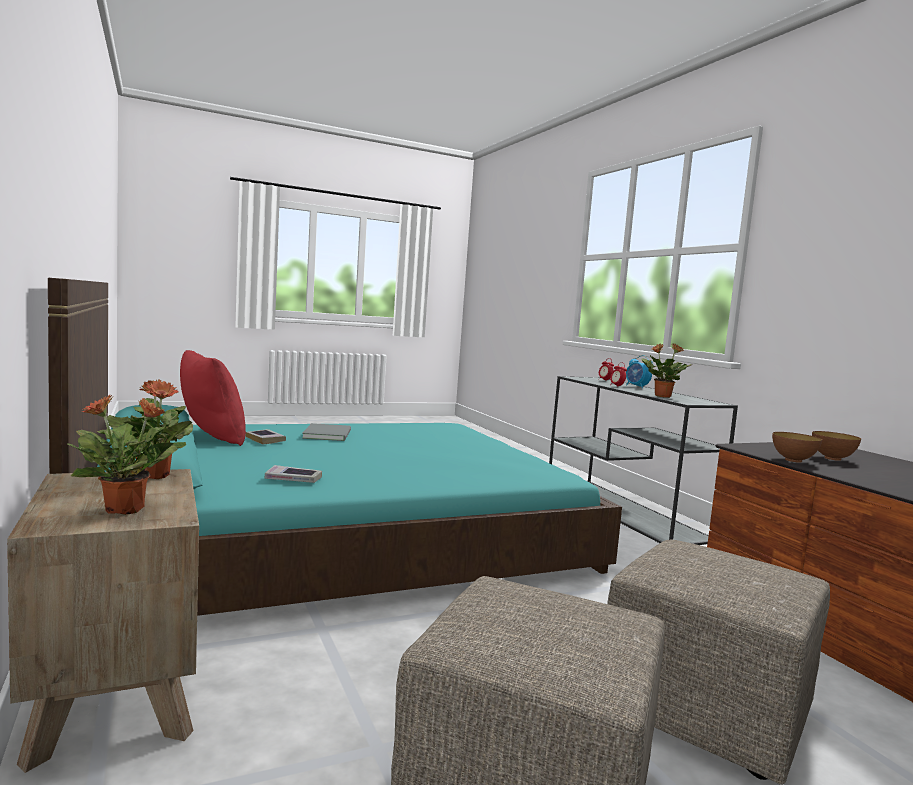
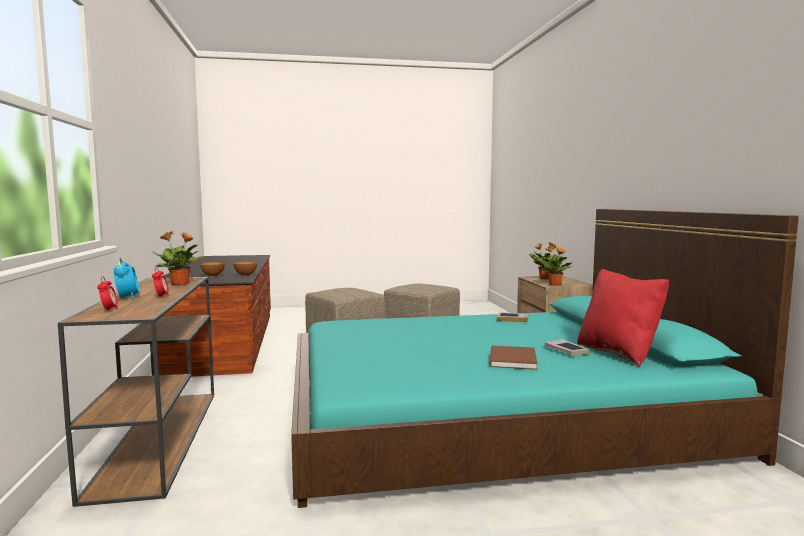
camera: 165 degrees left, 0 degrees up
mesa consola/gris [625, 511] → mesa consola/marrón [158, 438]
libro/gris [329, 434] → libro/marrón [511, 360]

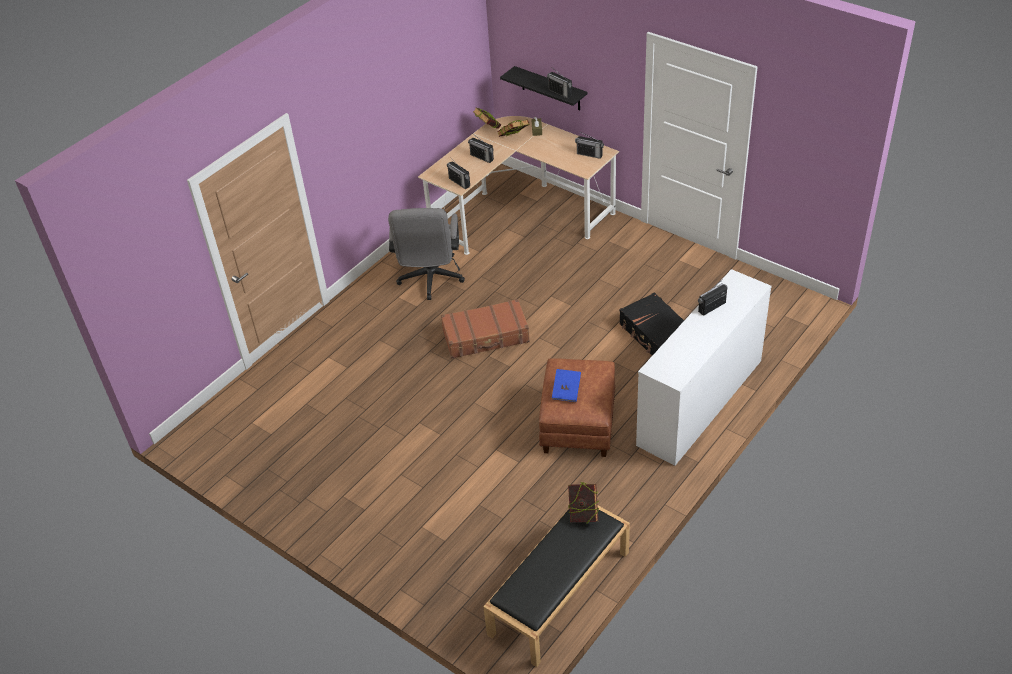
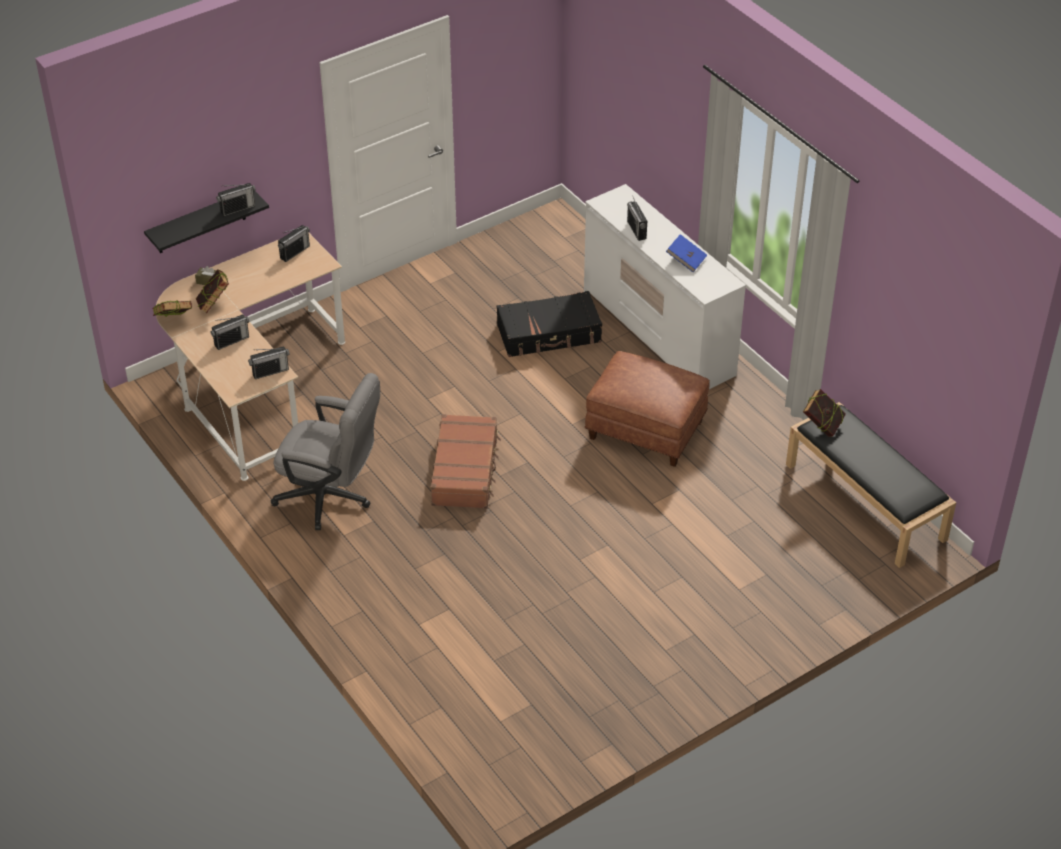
camera: 75 degrees left, 0 degrees up
libro/azul [566, 391] → libro/azul [686, 260], relocated

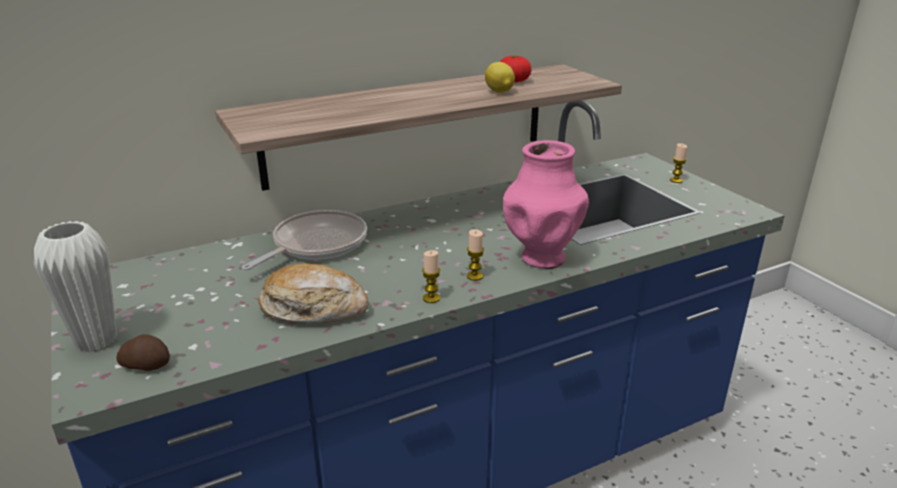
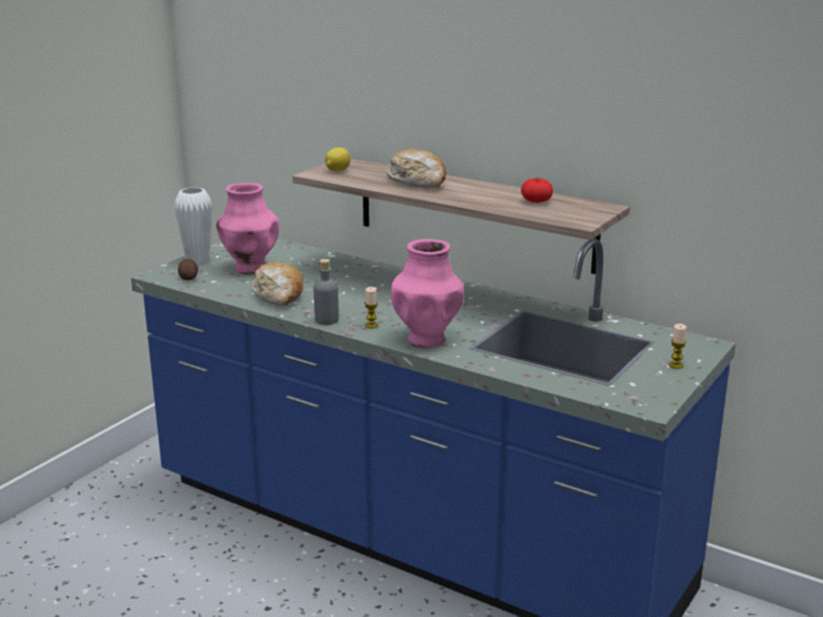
camera: 60 degrees right, 5 degrees down
- → florero/rosa [250, 269]
vela [431, 298] → botella/gris [326, 320]
limón [499, 92] → limón [337, 171], relocated
- → pan [418, 181]
sartén [316, 245] → -

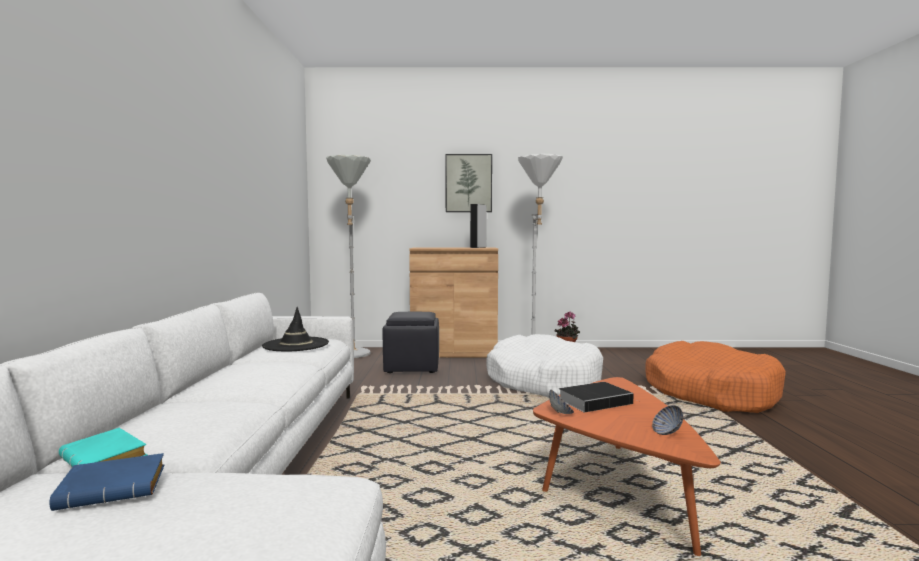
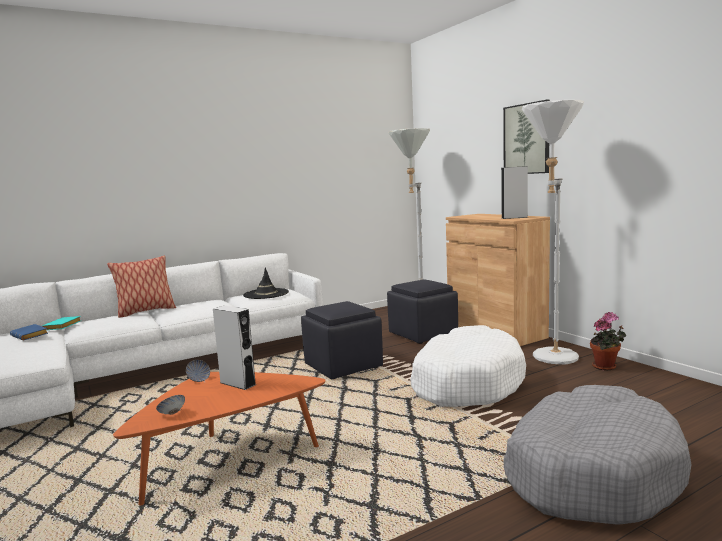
camera: 60 degrees right, 5 degrees up
- → cojín [145, 312]
libro [596, 401] → altavoz/gris [237, 383]
- → puf/negro [343, 366]
cama para perro/naranja [710, 392] → cama para perro/gris [590, 472]

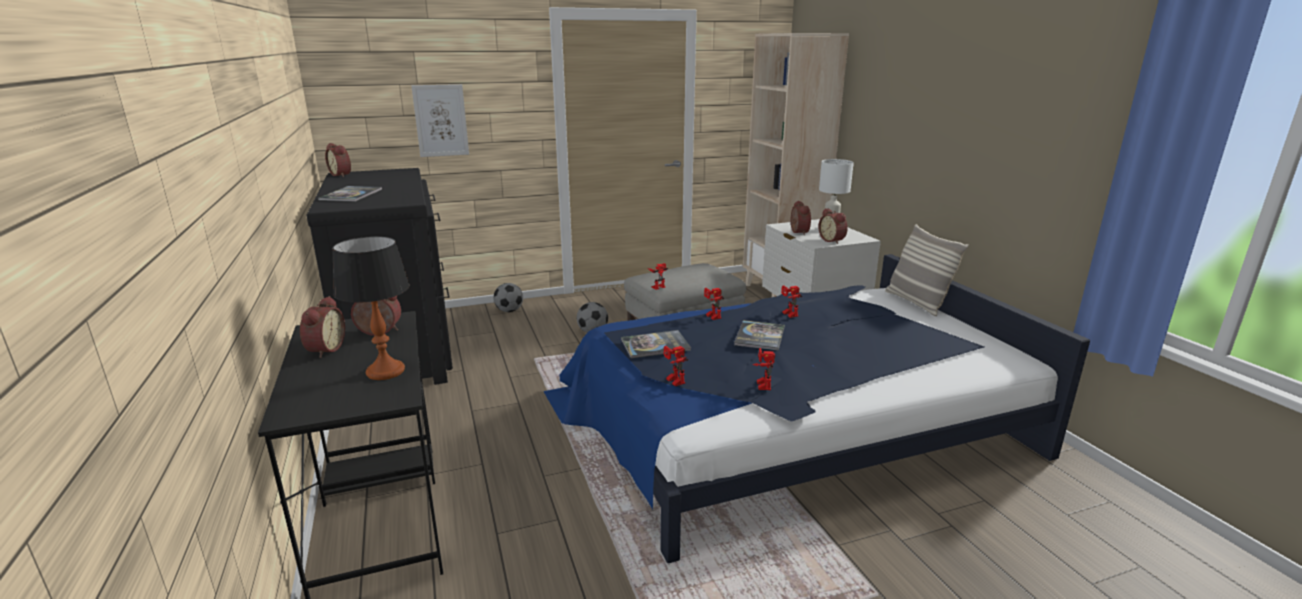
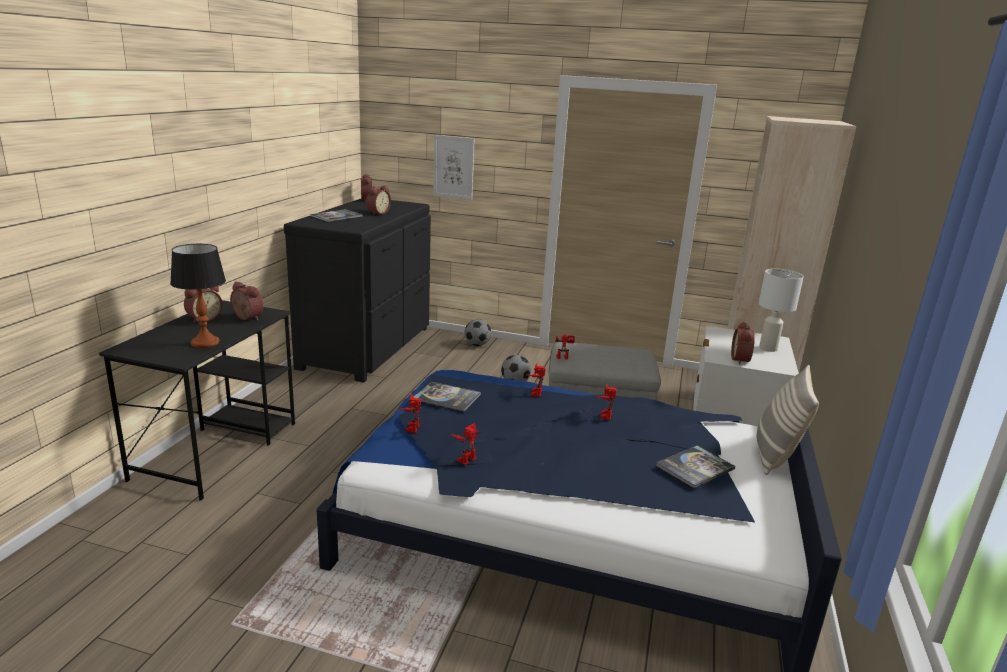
camera: 35 degrees right, 0 degrees up
despertador [797, 232] → despertador [377, 213], relocated
libro [759, 336] → libro [695, 467], relocated

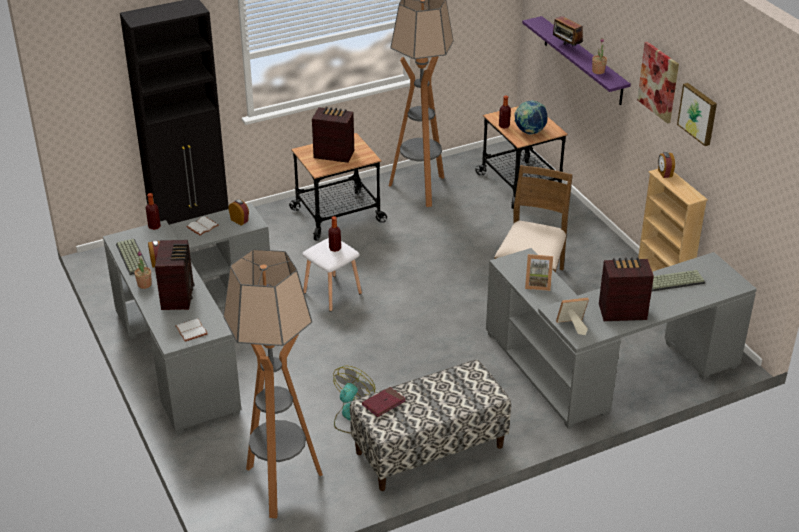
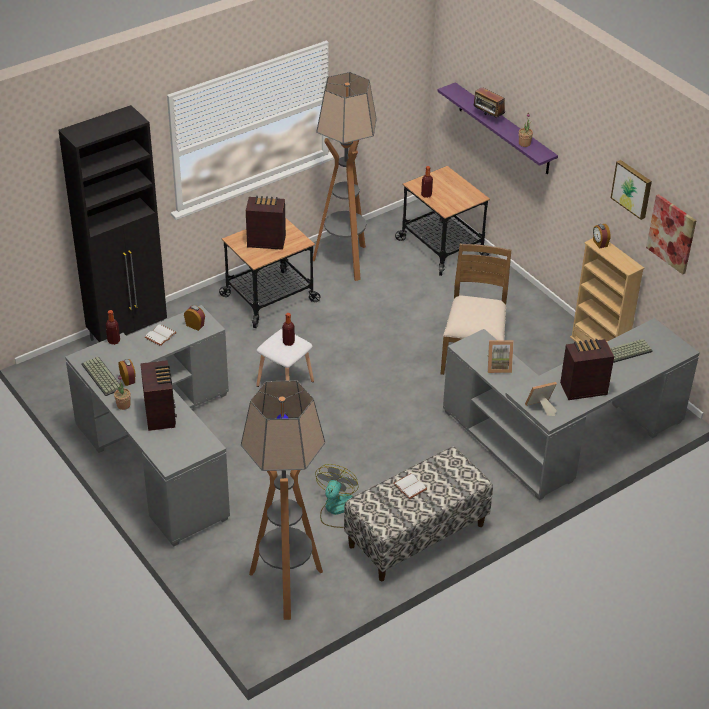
camera: 10 degrees left, 5 degrees up
libro/blanco [192, 330] → libro/blanco [411, 486], relocated
cuadro [658, 82] → cuadro [672, 233], relocated
libro/rojo [383, 403] → -
globo terráqueo [529, 132] → -

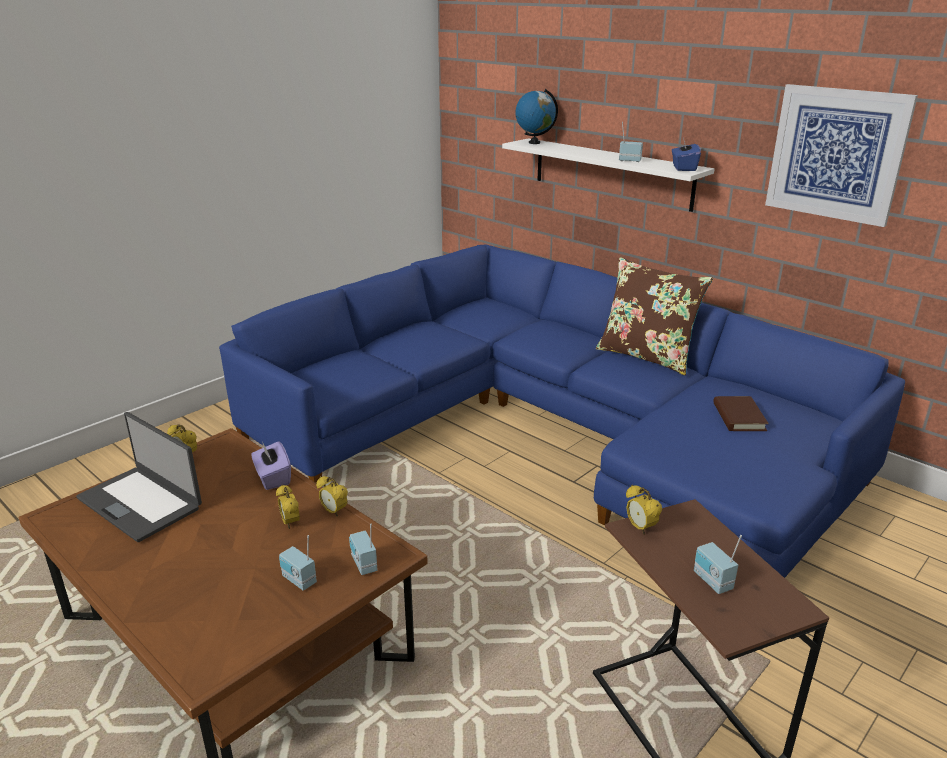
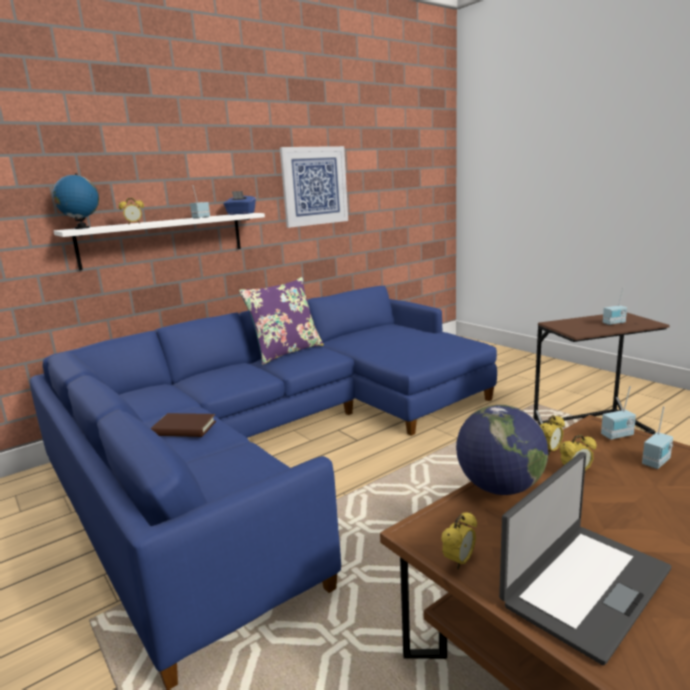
camera: 80 degrees left, 10 degrees down
despertador [640, 528] → despertador [134, 224], relocated
libro/marrón [739, 417] → libro/marrón [184, 429], relocated
cojín/marrón [647, 356] → cojín/morado [286, 352]
caja de pañuelos/morado [273, 478] → globo terráqueo [499, 488]

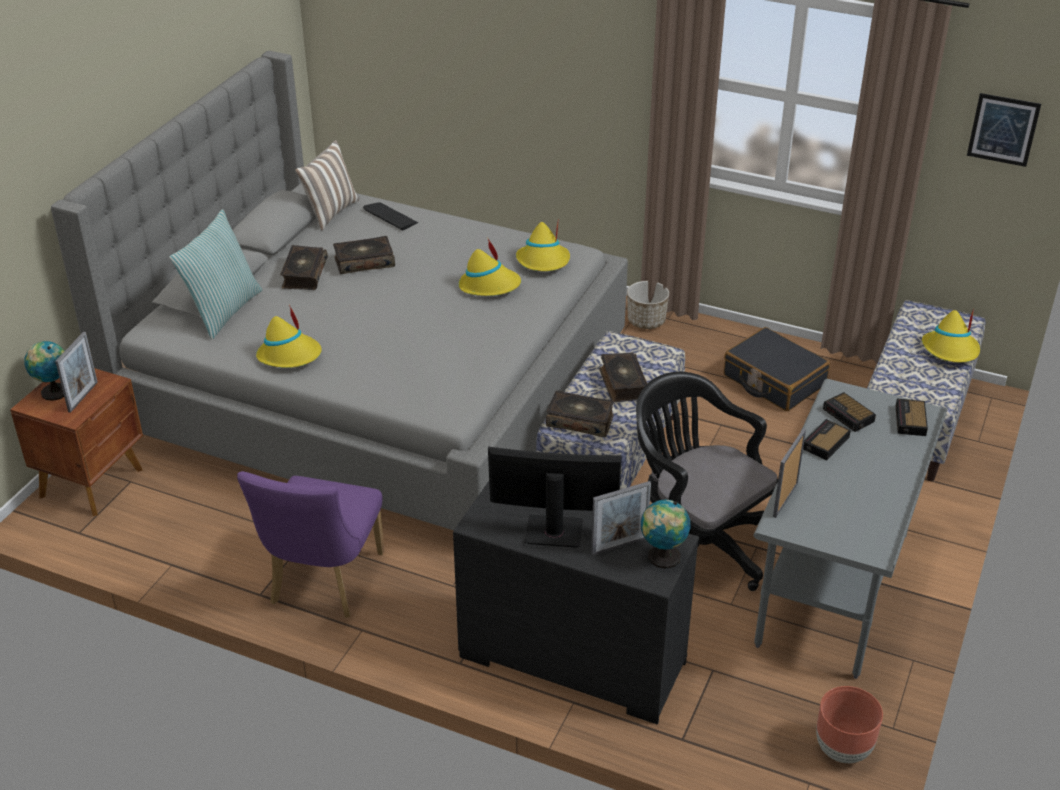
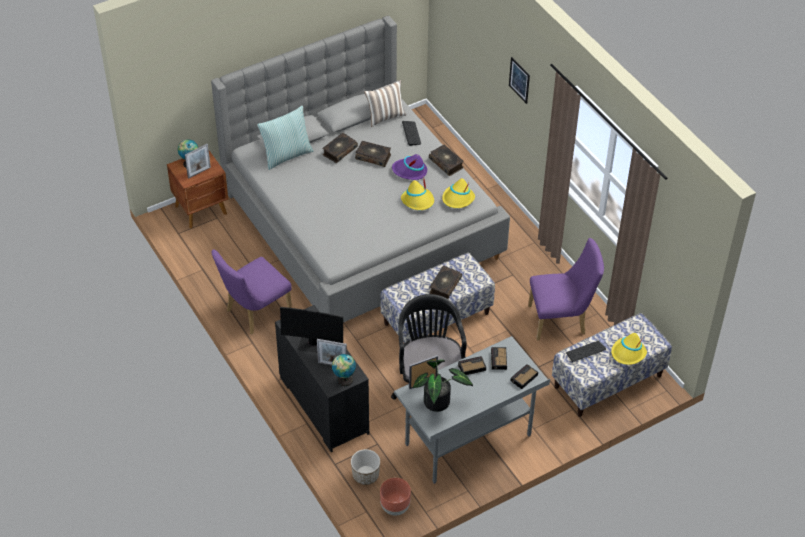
camera: 35 degrees right, 10 degrees up
monitor [553, 532] → monitor [313, 344], 150 degrees clockwise
maceta [646, 321] → maceta [365, 475], relocated
- → sombrero/morado [409, 171]
- → planta en maceta [439, 403]
libro [580, 420] → libro [446, 163], relocated
cuadro [1003, 129] → cuadro [519, 80], relocated
maleta/negro [773, 381] → silla/morado [561, 320]
- → teclado [585, 351]
sombrero/amarillo [290, 355] → -

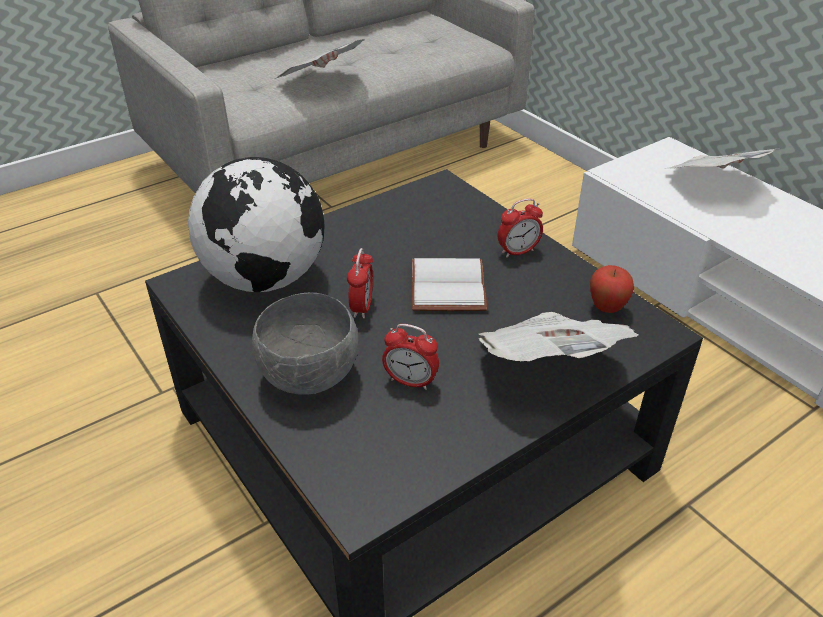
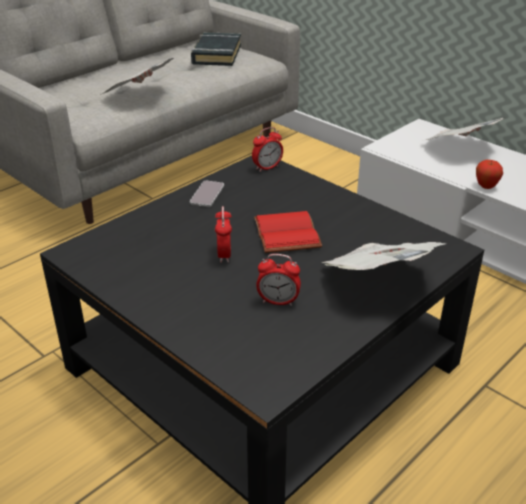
camera: 10 degrees left, 5 degrees down
- → móvil [207, 194]
- → libro/negro [216, 54]
despertador [518, 252] → despertador [267, 168], relocated
libro/blanco [450, 287] → libro/rojo [289, 234]
manzana [606, 308] → manzana [486, 187], relocated
globo terráqueo [266, 278] → -
cuenco/gris [311, 377] → -

